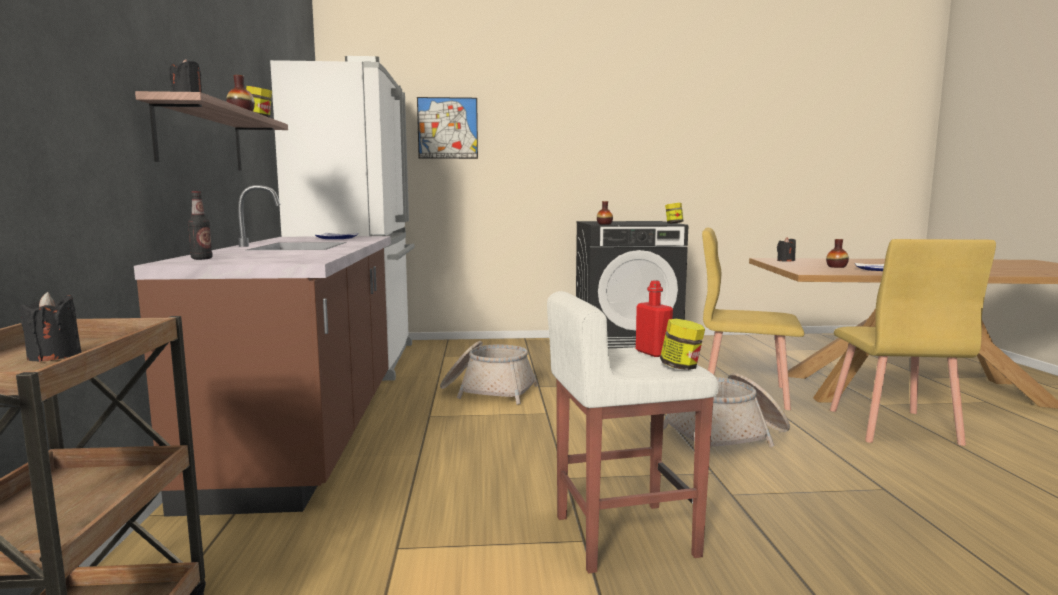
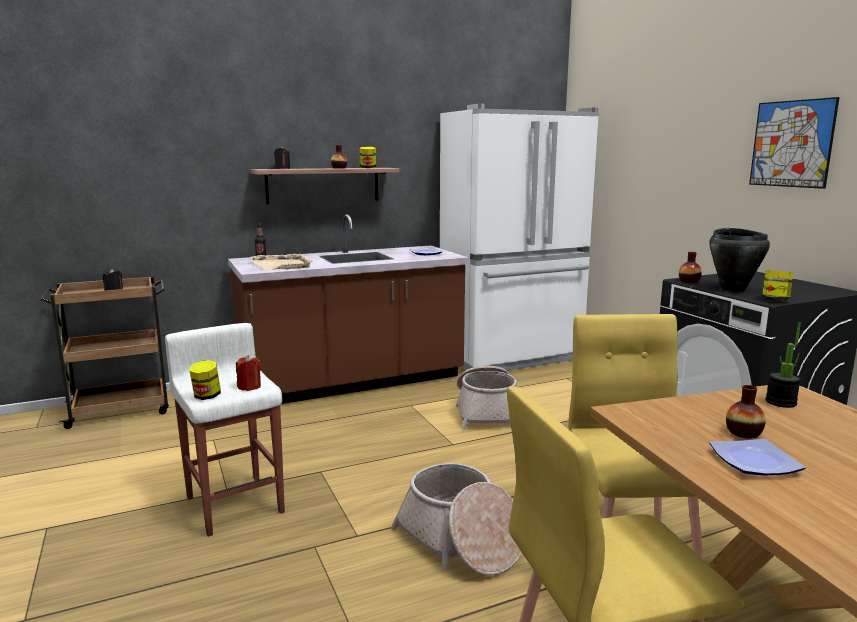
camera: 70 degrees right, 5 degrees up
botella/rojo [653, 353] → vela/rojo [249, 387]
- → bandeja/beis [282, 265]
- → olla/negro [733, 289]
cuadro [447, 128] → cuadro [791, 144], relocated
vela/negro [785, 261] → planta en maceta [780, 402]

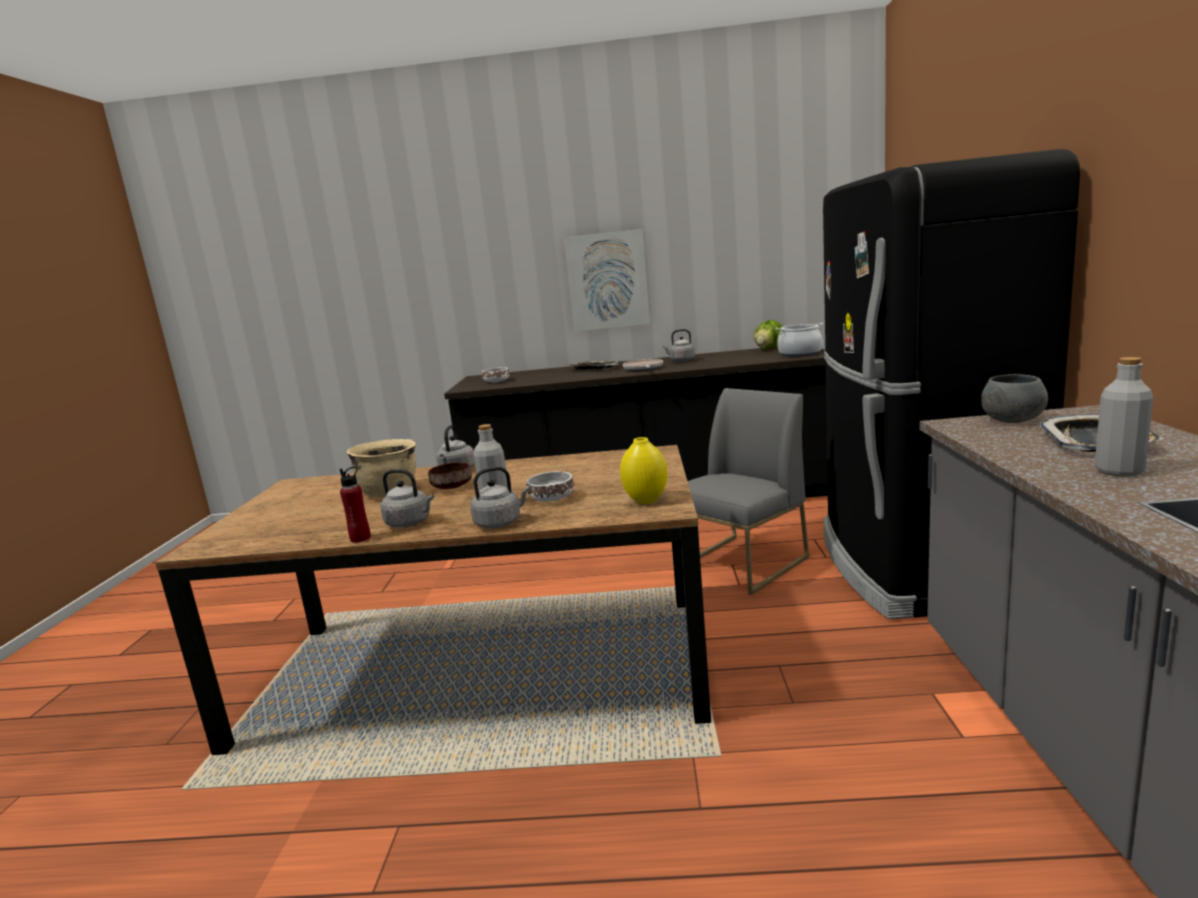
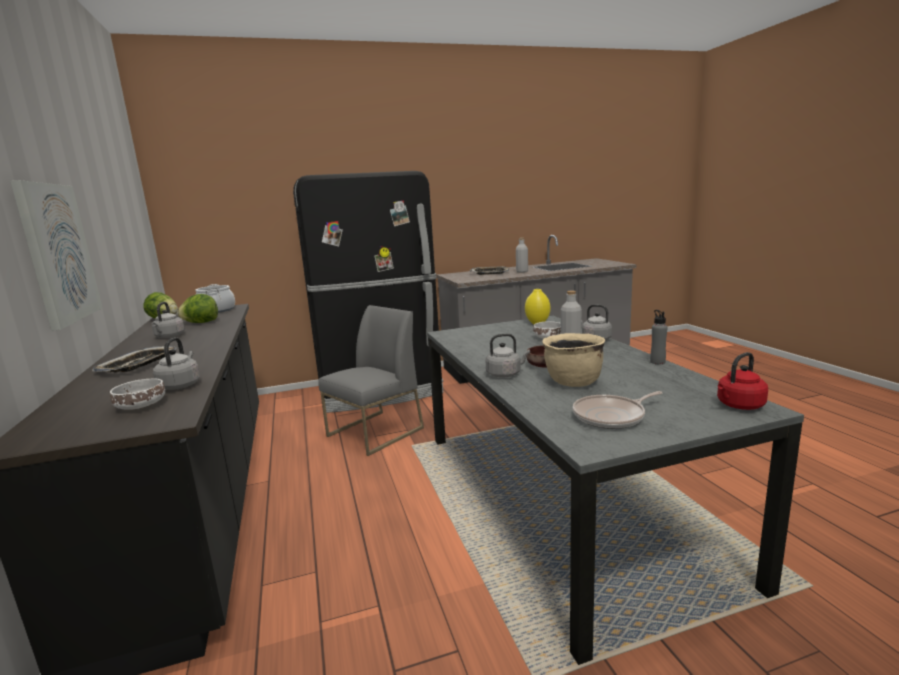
camera: 110 degrees left, 0 degrees up
hervidor/gris [410, 523] → hervidor/gris [180, 385], relocated
- → lechuga [201, 323]
silla/gris [742, 564] → silla/gris [375, 432], 105 degrees clockwise
mesa de comedor/marrón [479, 669] → mesa de comedor/gris [562, 498]
sartén [643, 369] → sartén [612, 416], relocated
botella/rojo [360, 538] → botella/gris [657, 362]
- → hervidor/rojo [739, 405]
cuenco/gris [1011, 421] → -

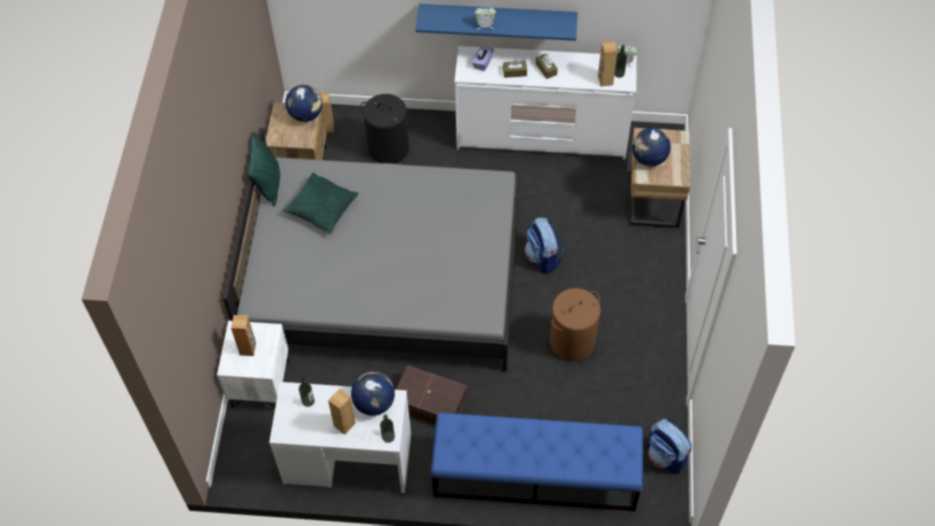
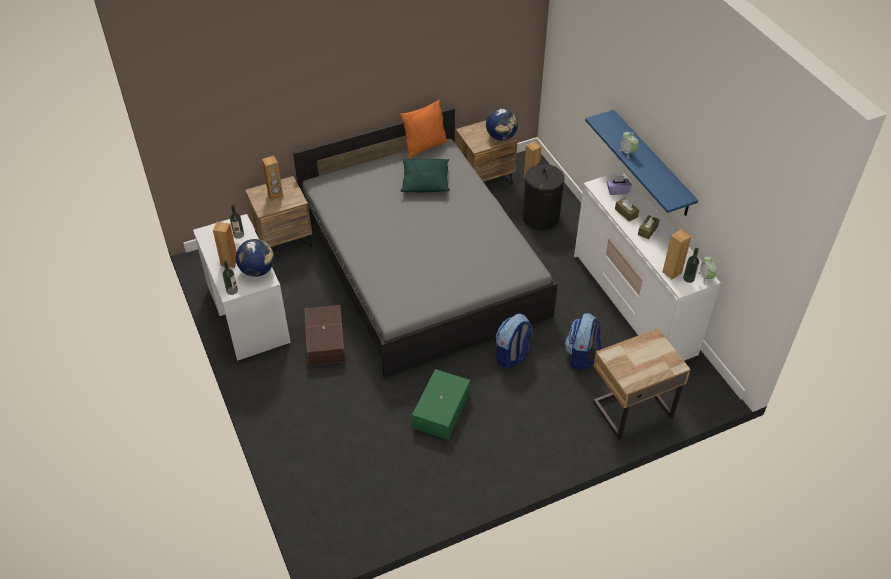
camera: 60 degrees right, 10 degrees down
mesita de noche/blanco [260, 384] → mesita de noche/marrón [283, 240]
cojín/verde [268, 184] → cojín/naranja [425, 147]
cesto de la ropa/marrón [572, 341] → caja de almacenaje/verde [442, 410]
mochila [666, 456] → mochila [581, 356], relocated
banco/azul [534, 475] → -
globo terráqueo [648, 158] → -

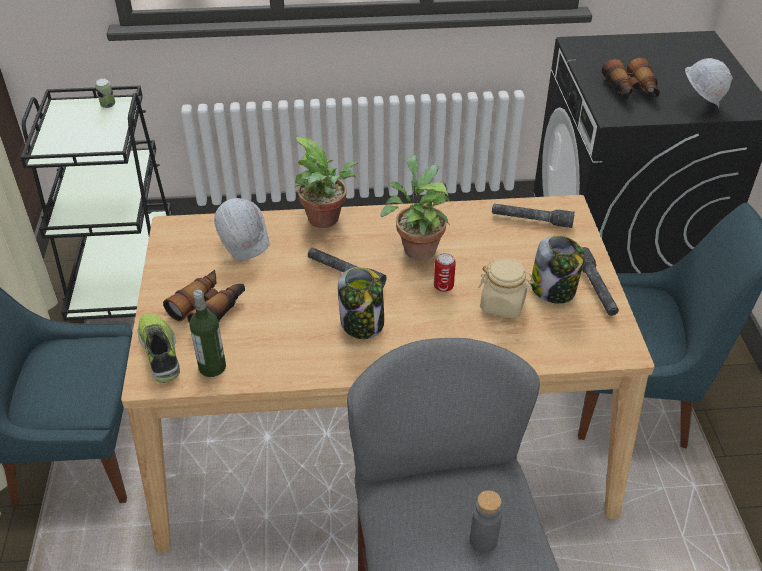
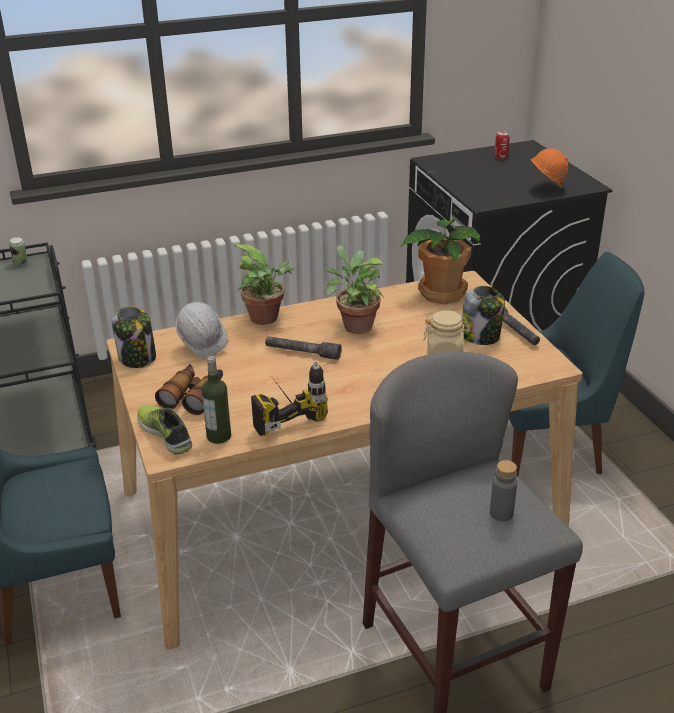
camera: 15 degrees left, 10 degrees down
tarro [362, 323] → tarro [137, 358], relocated
- → taladro [282, 411]
linterna/gris [531, 220] → planta en maceta [440, 293]
lata [443, 286] → lata [501, 157], relocated
casco/blanco [699, 105] → casco/naranja [545, 188]
prismáticos [631, 90] → -

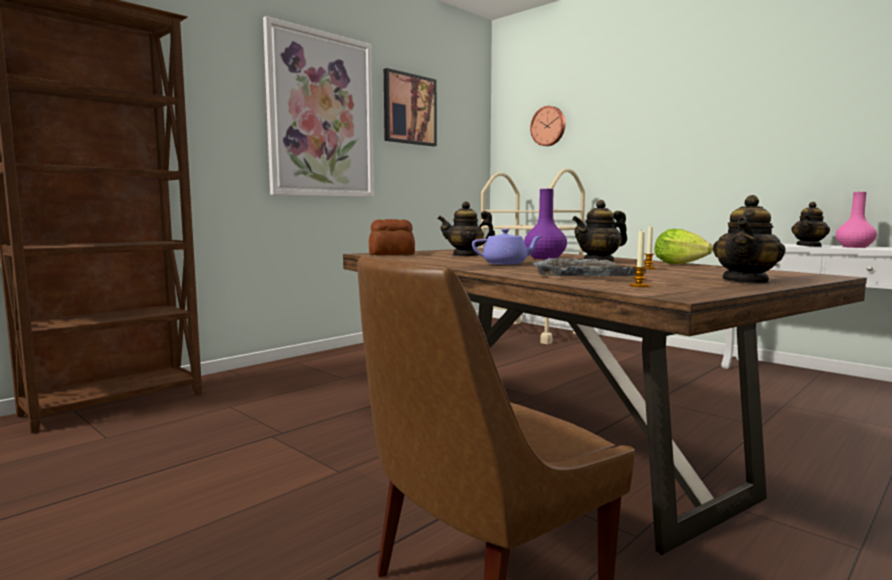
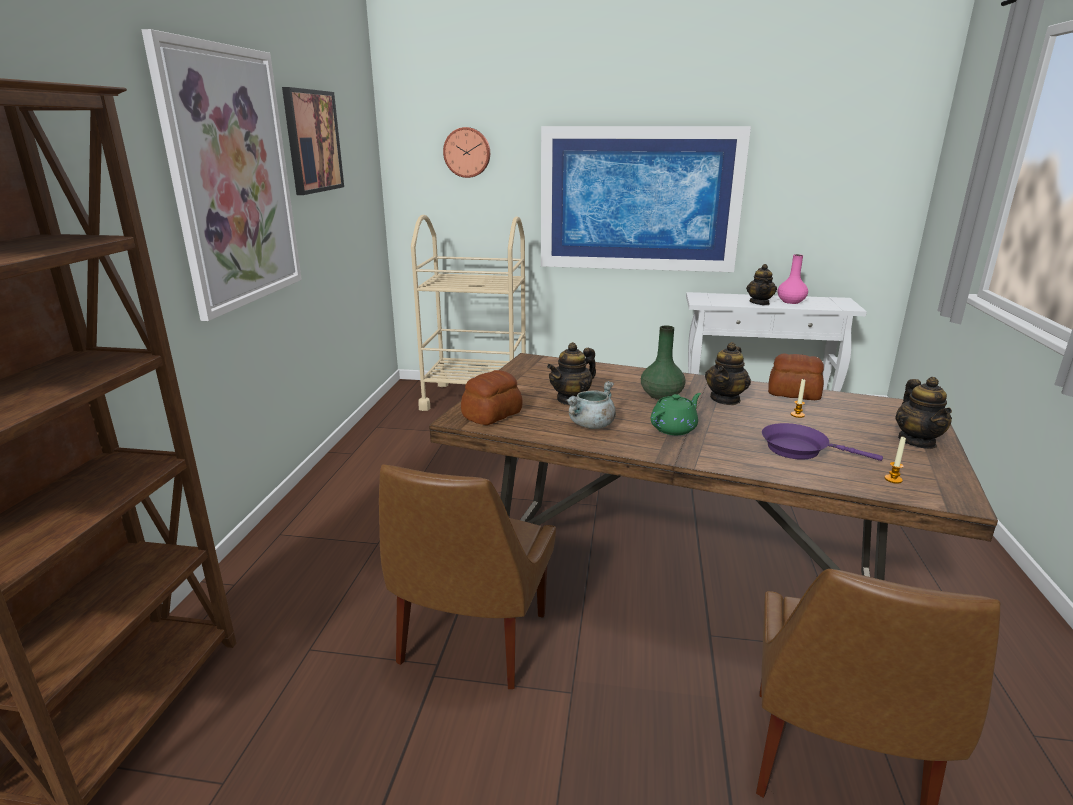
camera: 35 degrees left, 15 degrees up
- → silla/marrón [471, 642]
- → cuadro [639, 199]
- → olla/gris [591, 425]
florero/morado [544, 258] → florero/verde [661, 395]
tetera/morado [506, 263] → tetera/verde [674, 428]
bandeja/gris [589, 274] → sartén/morado [799, 449]
lechuga [683, 264] → pan [793, 393]

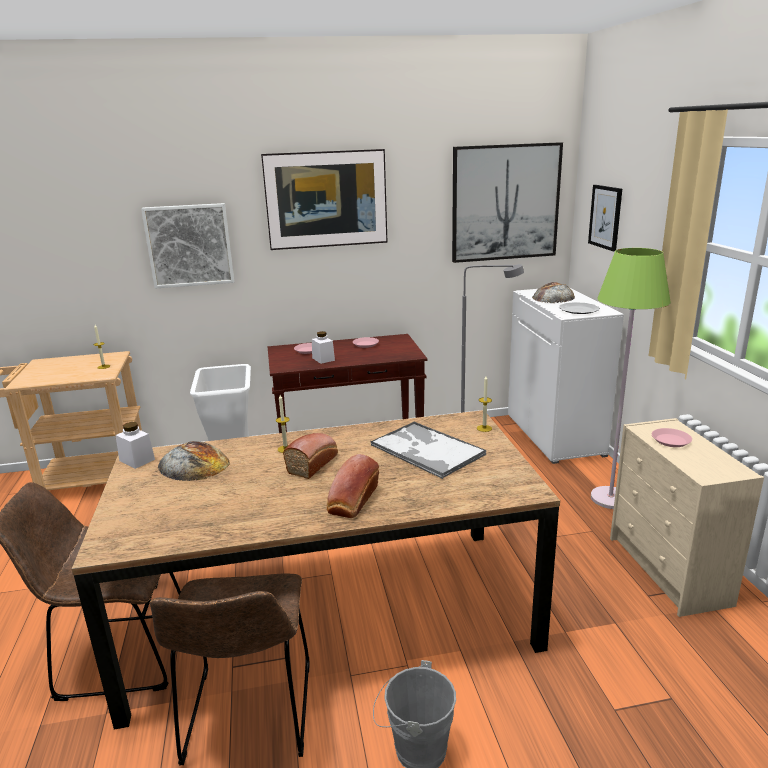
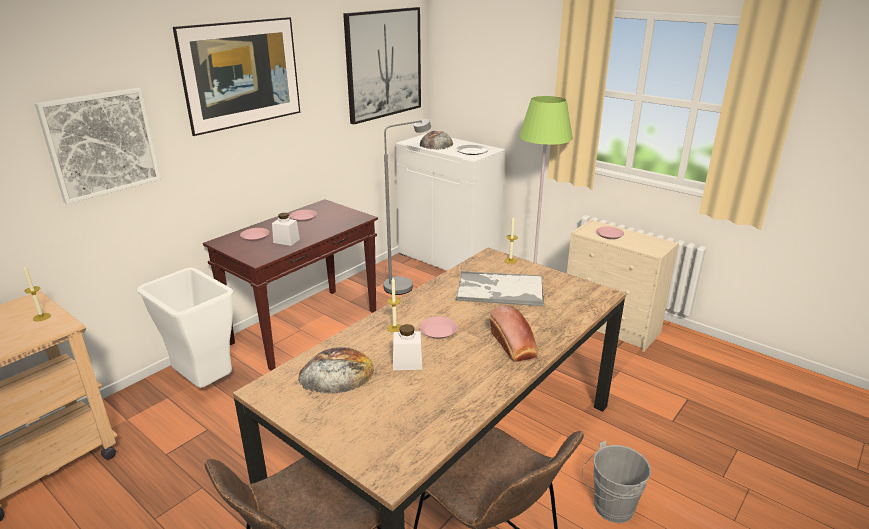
camera: 40 degrees left, 5 degrees up
tarro/blanco [137, 460] → tarro/blanco [407, 363], relocated
pan [314, 463] → plato/rosa [438, 330]
cuadro [605, 217] → -

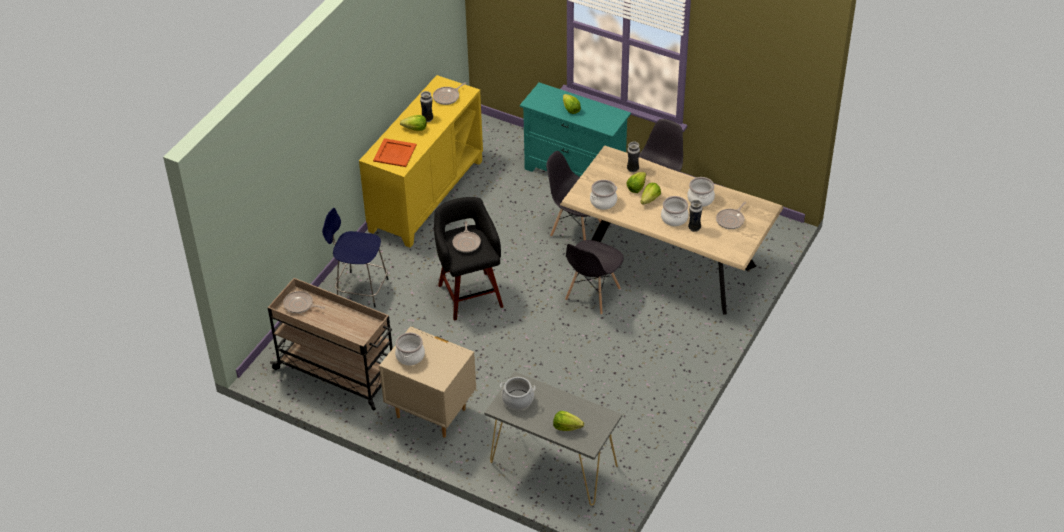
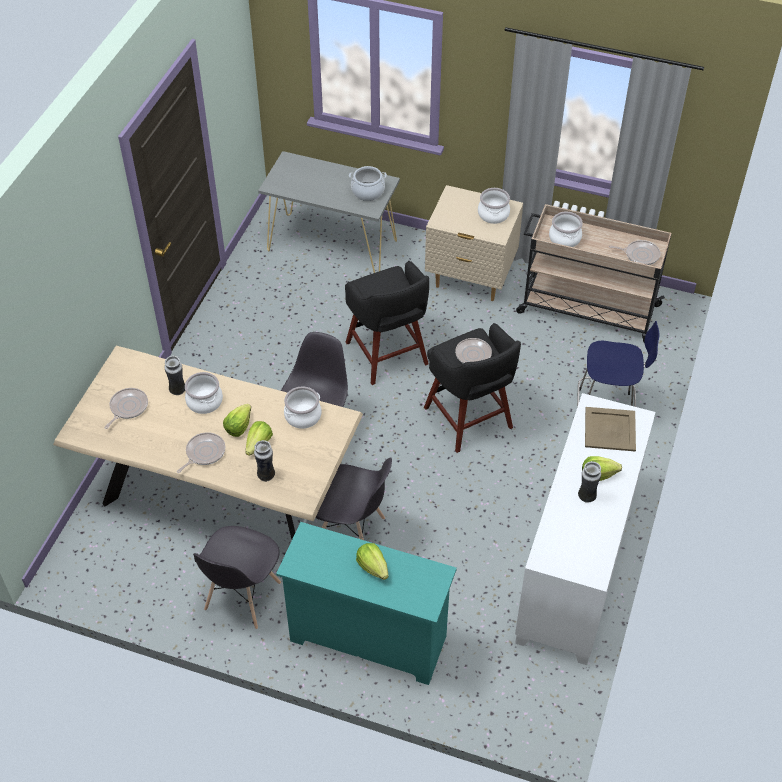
camera: 170 degrees right, 5 degrees up
sartén [447, 97] → sartén [204, 453], relocated
- → taburete/negro [387, 355]
armario/amarillo [425, 195] → armario/blanco [577, 566]
olla [701, 199] → olla [564, 239], relocated
bandeja/naranja [395, 153] → bandeja/beis [609, 429]
lechuga [567, 427] → -

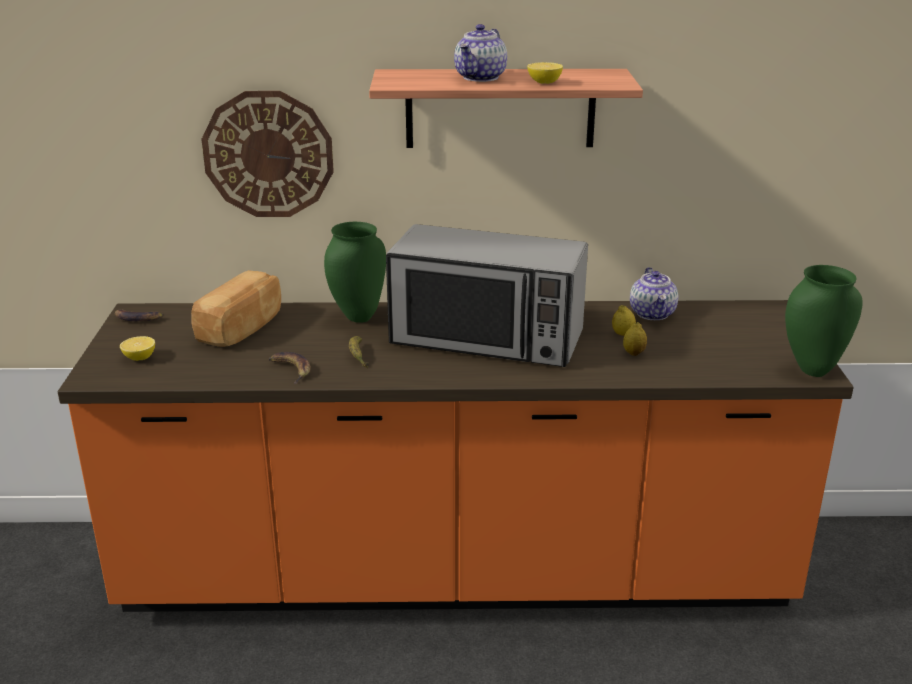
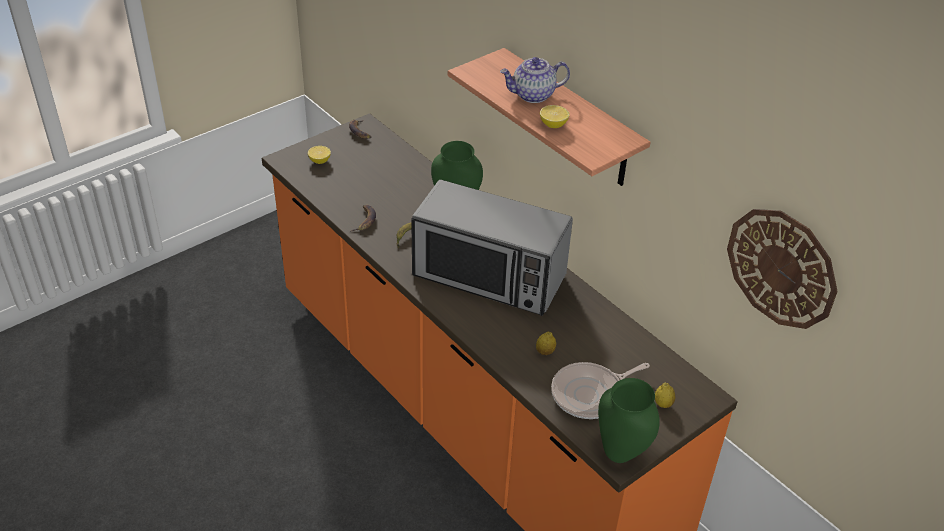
camera: 50 degrees right, 15 degrees up
microondas [486, 339] → microondas [489, 276], 45 degrees counterclockwise
- → sartén [590, 394]
limón [622, 334] → limón [663, 404], relocated
reloj de pared [268, 154] → reloj de pared [781, 267], relocated
pan [242, 328] → -
tetera [653, 314] → -

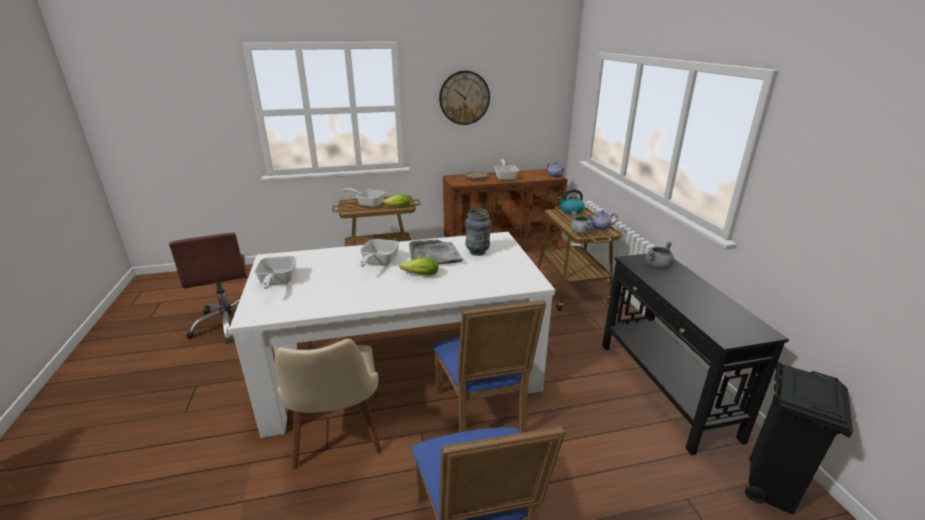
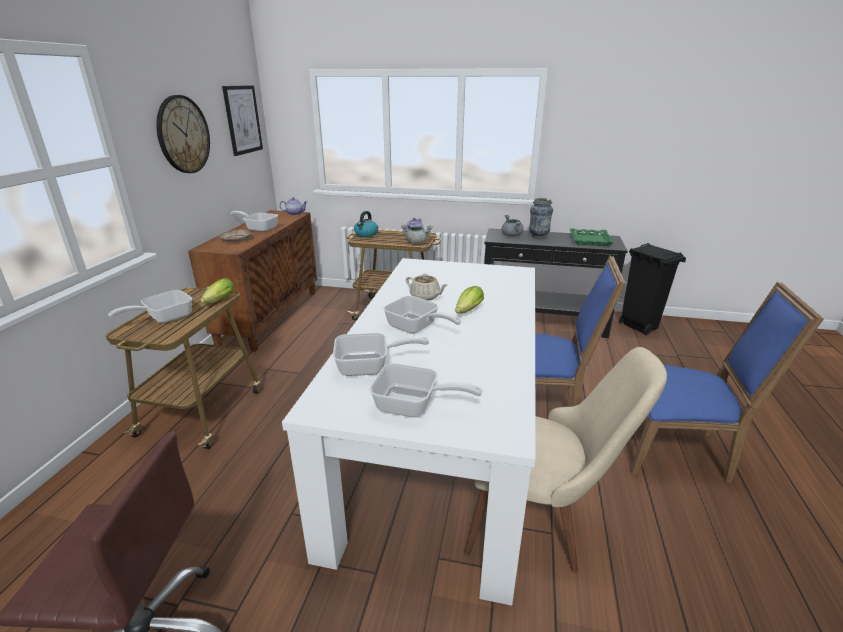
camera: 65 degrees left, 0 degrees up
- → cuadro [242, 120]
- → sartén [370, 367]
bandeja/gris [434, 255] → tetera/beis [425, 297]
florero [477, 252] → florero [538, 236], relocated
- → bandeja/verde [590, 240]

